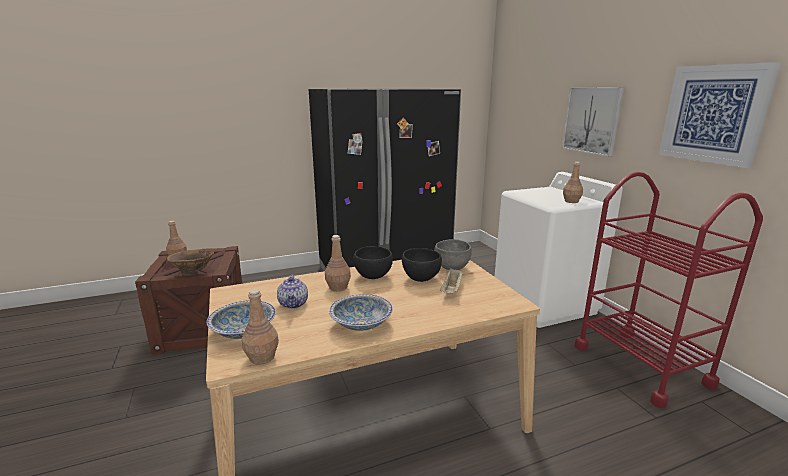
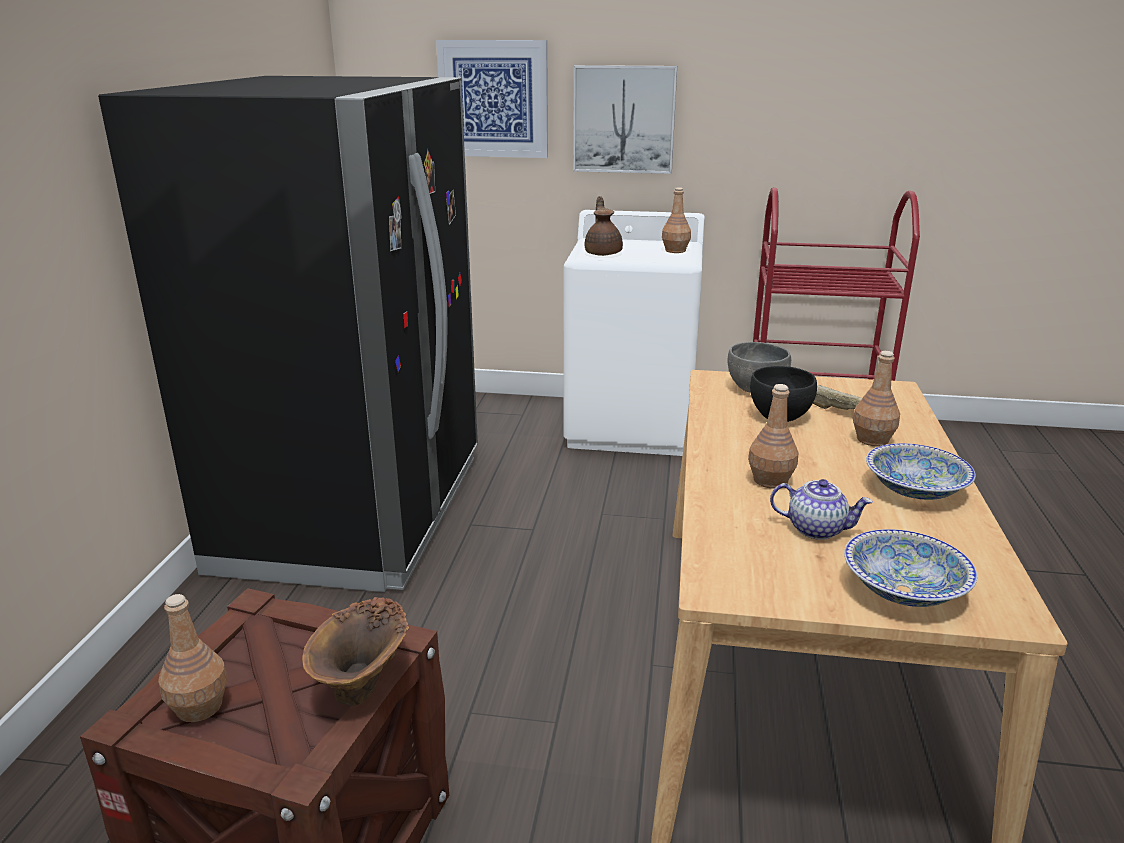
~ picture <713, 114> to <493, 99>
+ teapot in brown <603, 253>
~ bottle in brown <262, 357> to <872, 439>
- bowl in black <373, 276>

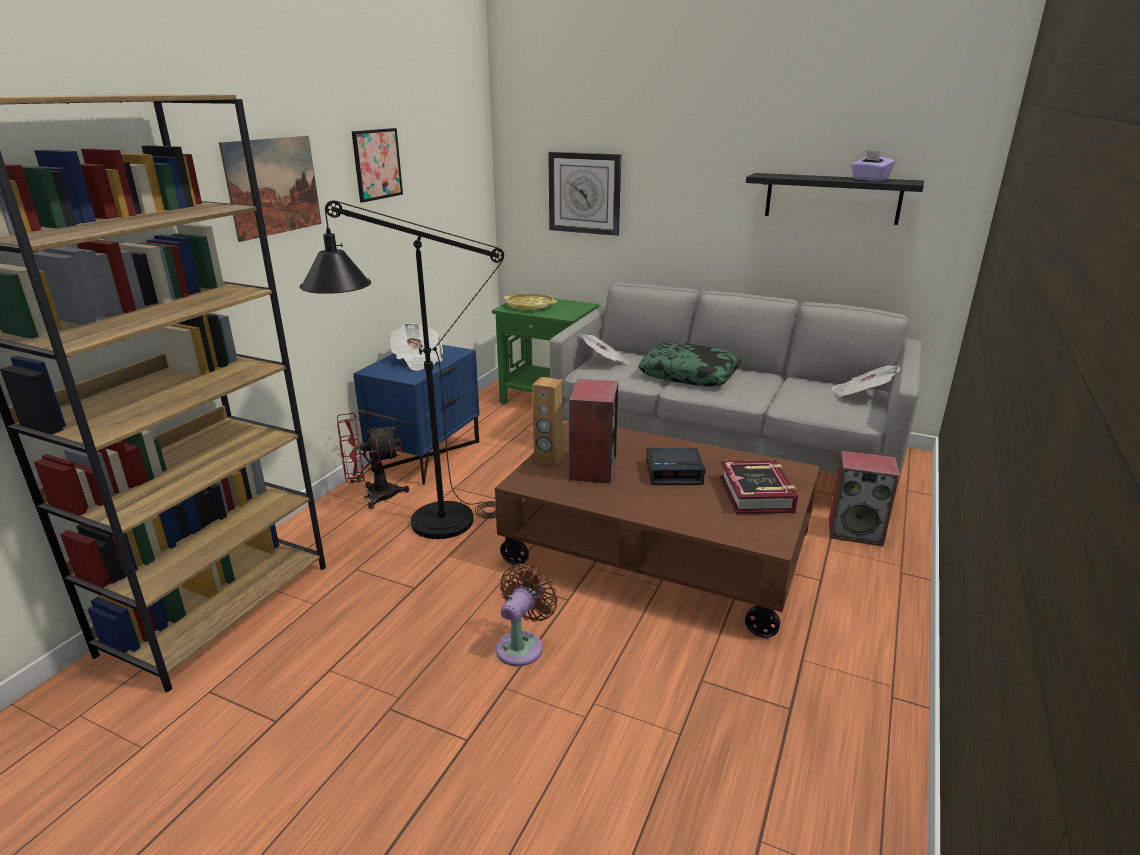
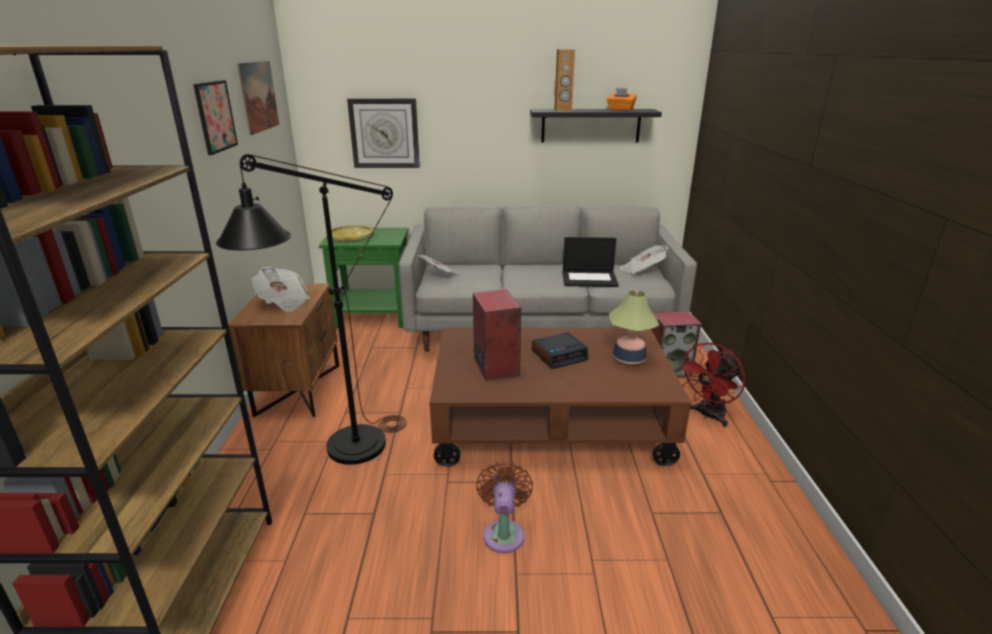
~ nightstand in blue <426, 455> to nightstand in brown <297, 389>
~ picture <273, 186> to <258, 96>
~ speaker in brown <548, 459> to <563, 110>
+ laptop <590, 279>
~ tissue box in purple <869, 179> to tissue box in orange <620, 110>
~ book <756, 494> to table lamp <629, 358>
~ fan in red <373, 496> to <707, 415>
- pillow <689, 374>

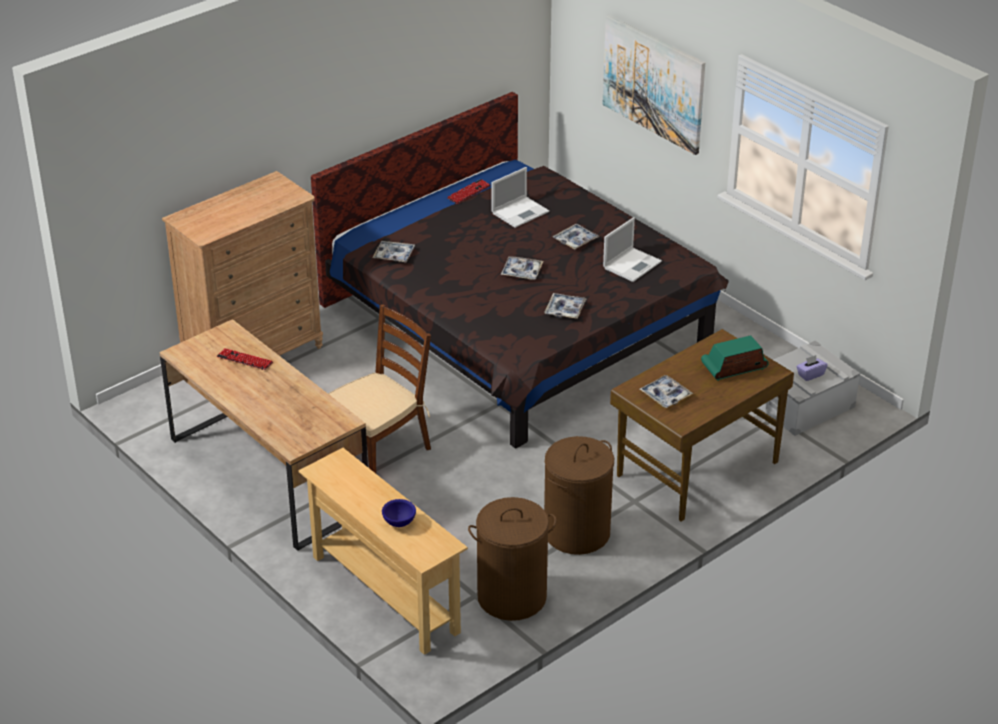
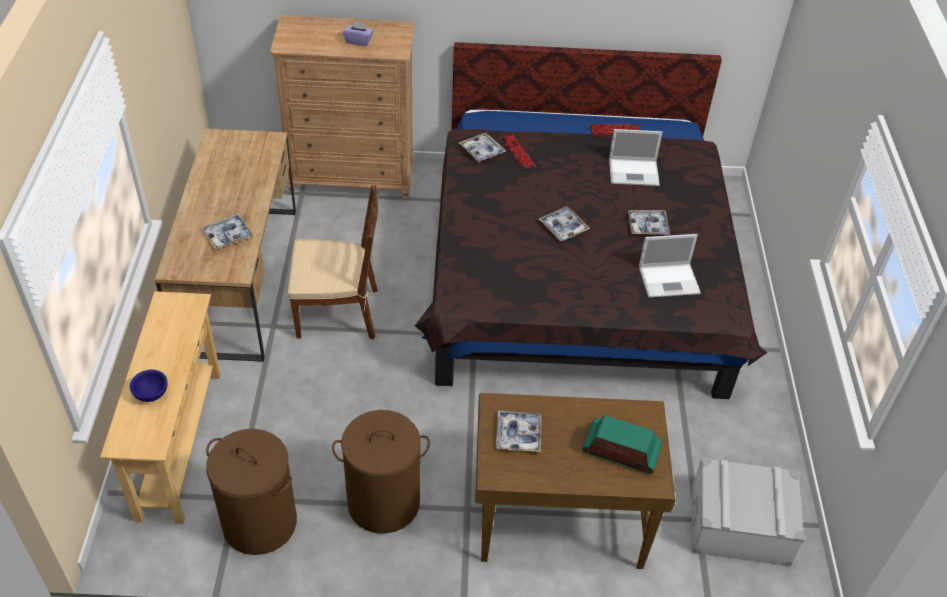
~ tray <565, 310> to <228, 235>
~ tissue box in purple <810, 375> to <358, 41>
~ keyboard <244, 360> to <517, 153>
- picture <653, 83>

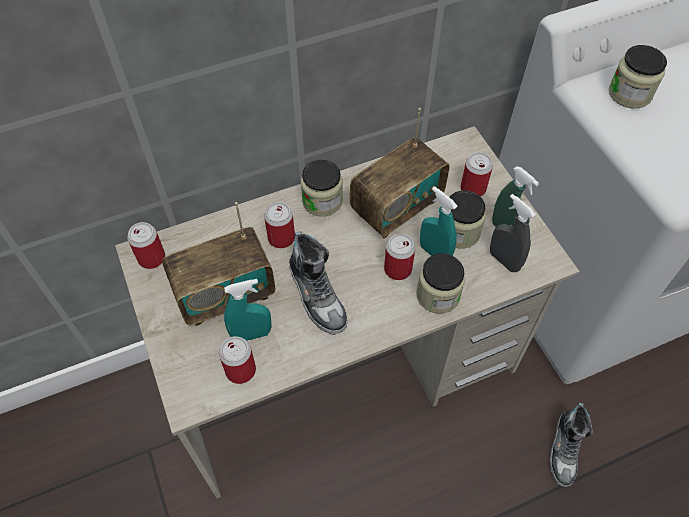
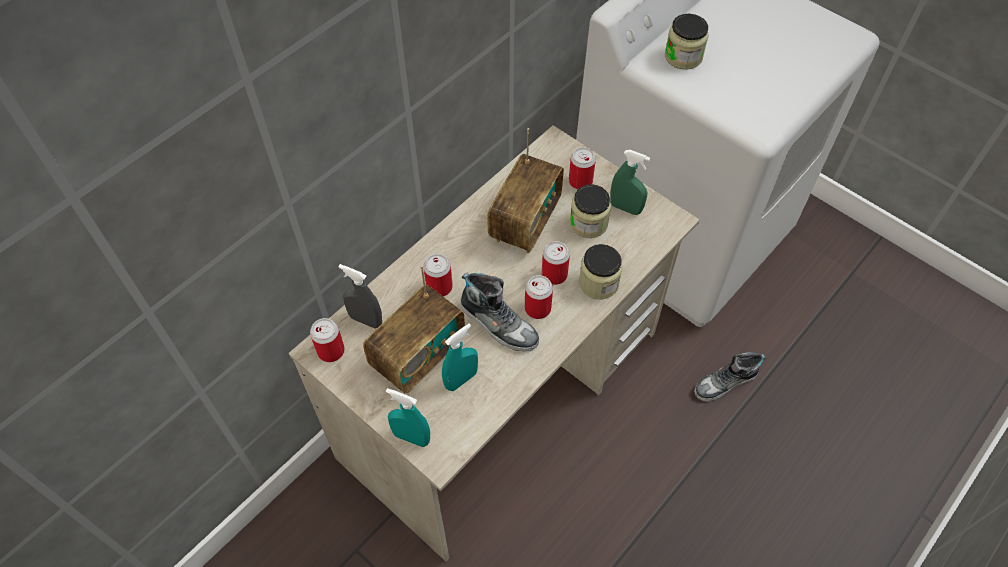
~ spray bottle in grey <504, 260> to <366, 320>
~ spray bottle in turquoise <434, 253> to <411, 437>
~ can <240, 370> to <537, 308>
~ shoe <565, 449> = <725, 383> 75 degrees clockwise
- jar <322, 201>

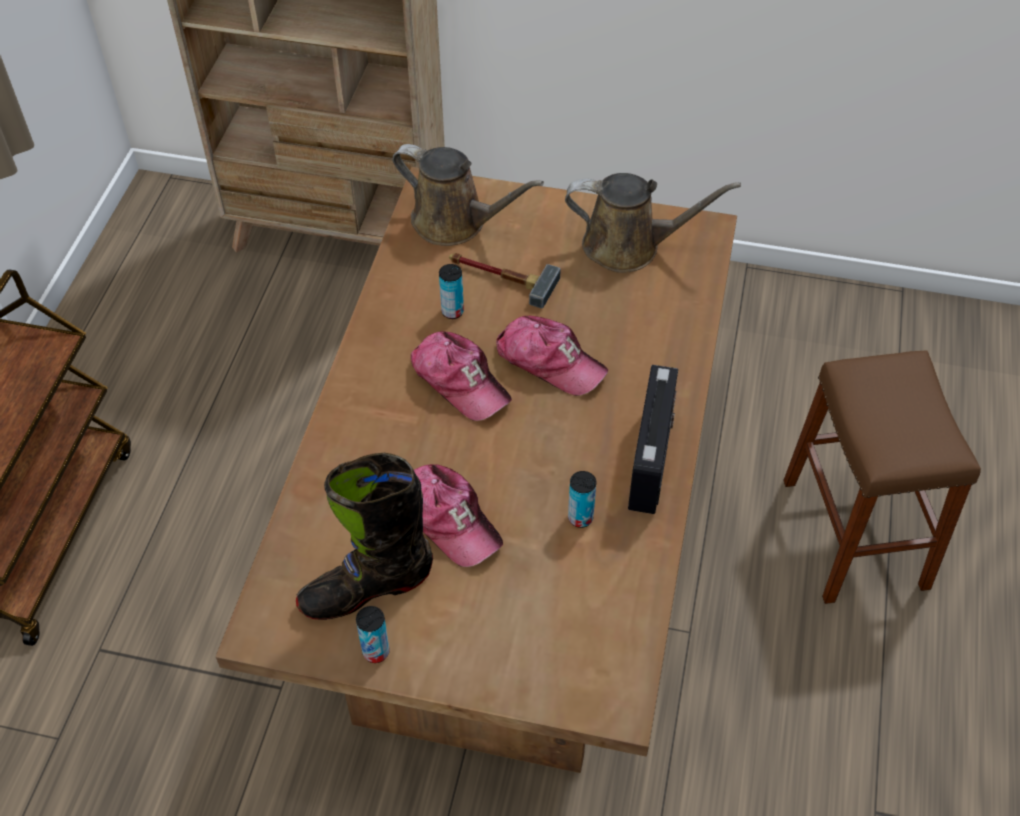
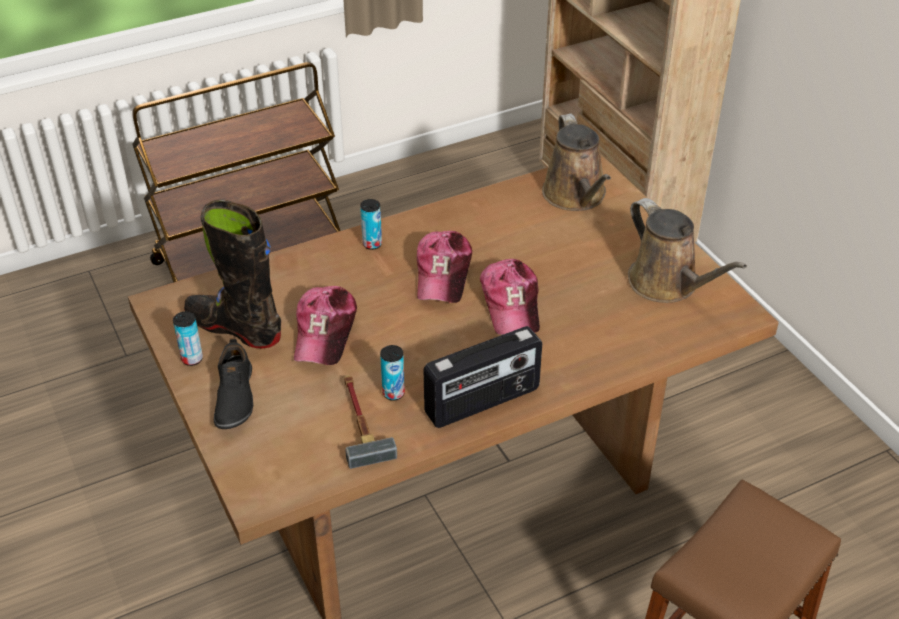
+ shoe in black <234, 397>
~ hammer <500, 277> to <360, 421>
~ can <452, 311> to <372, 244>

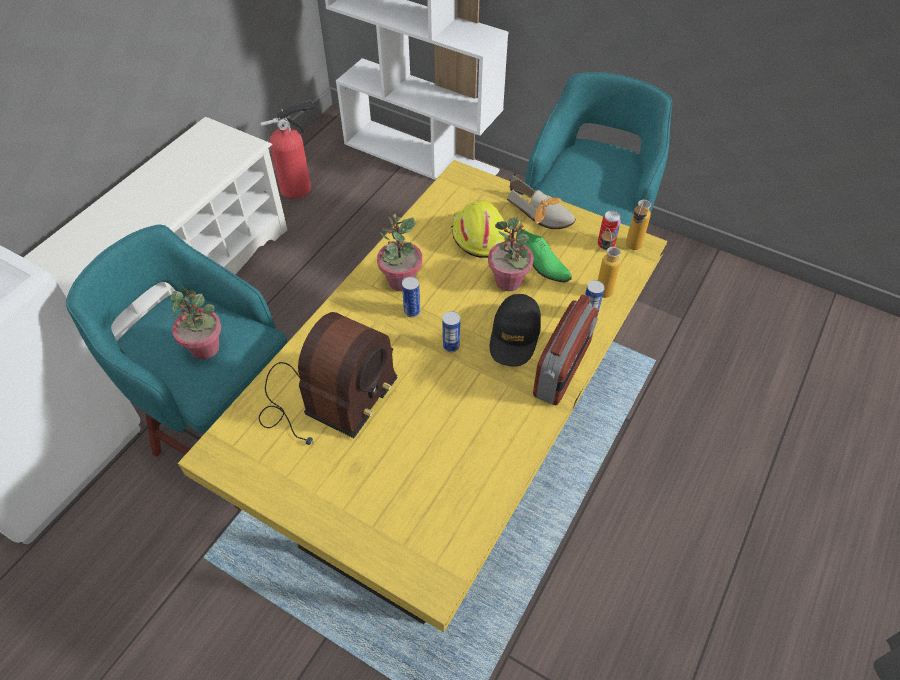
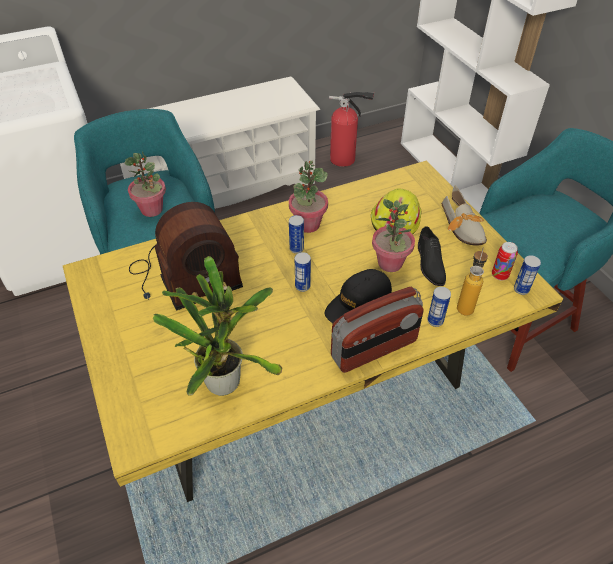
+ potted plant <224, 378>
~ shoe in green <541, 263> to shoe in black <429, 263>
~ bottle <631, 249> to can <521, 289>

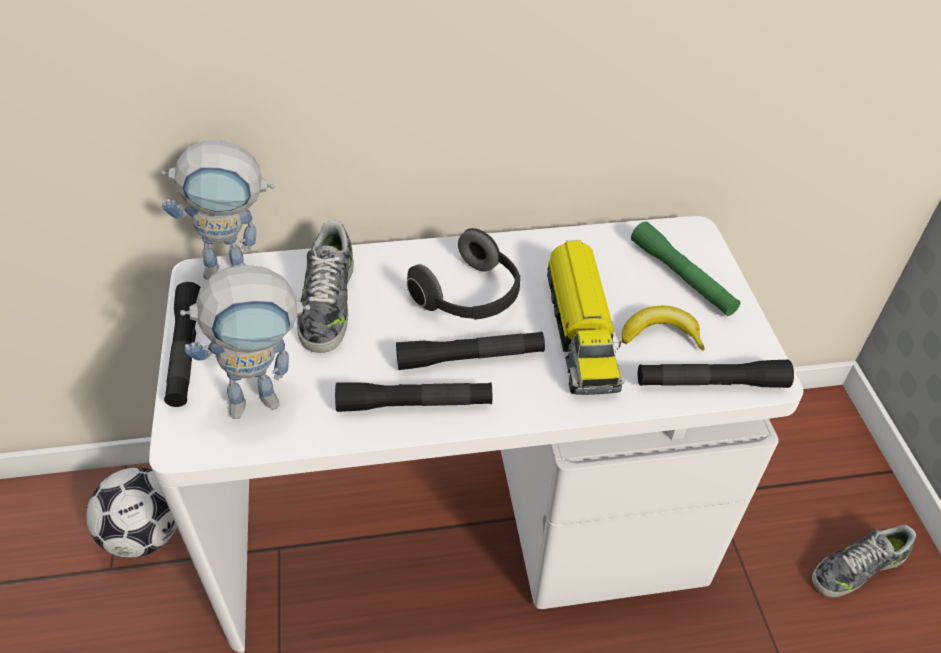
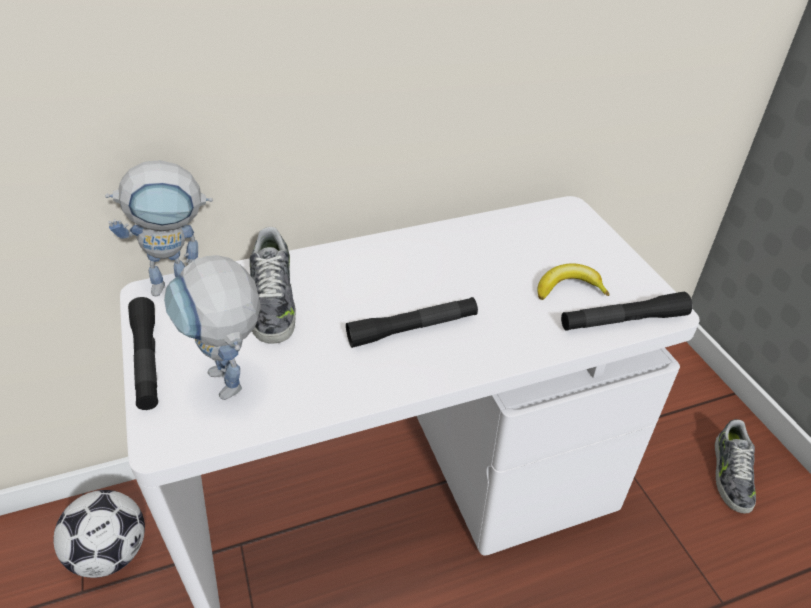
~ toy robot <267, 397> = <234, 389> 90 degrees clockwise
~ shoe <856, 567> = <730, 474> 45 degrees counterclockwise
- flashlight in black <414, 404>
- headphones <470, 297>
- toy truck <580, 331>
- flashlight in green <682, 277>

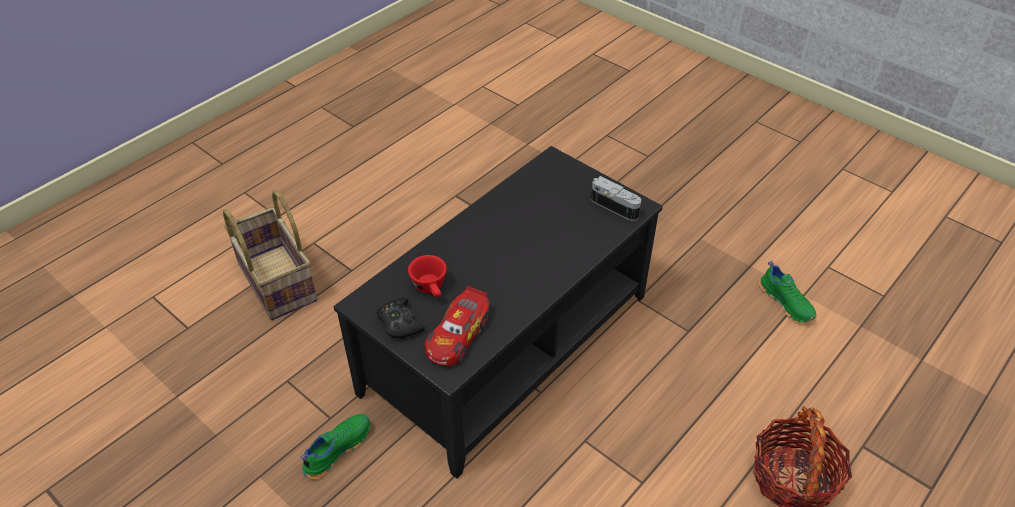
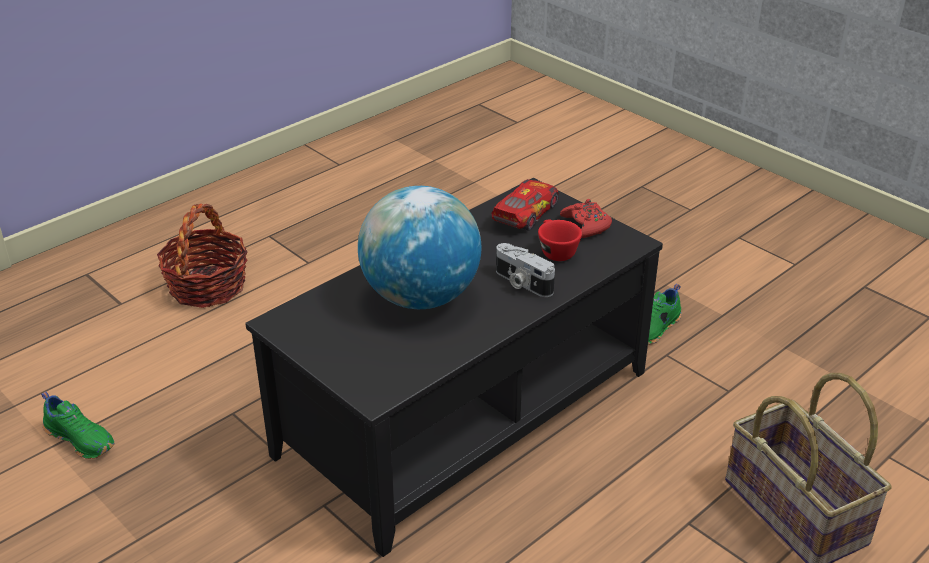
~ shoe in green <787, 302> = <81, 439> 150 degrees clockwise
+ globe <420, 297>
~ photo camera <616, 206> to <521, 283>
~ game controller in black <399, 323> to game controller in red <586, 225>

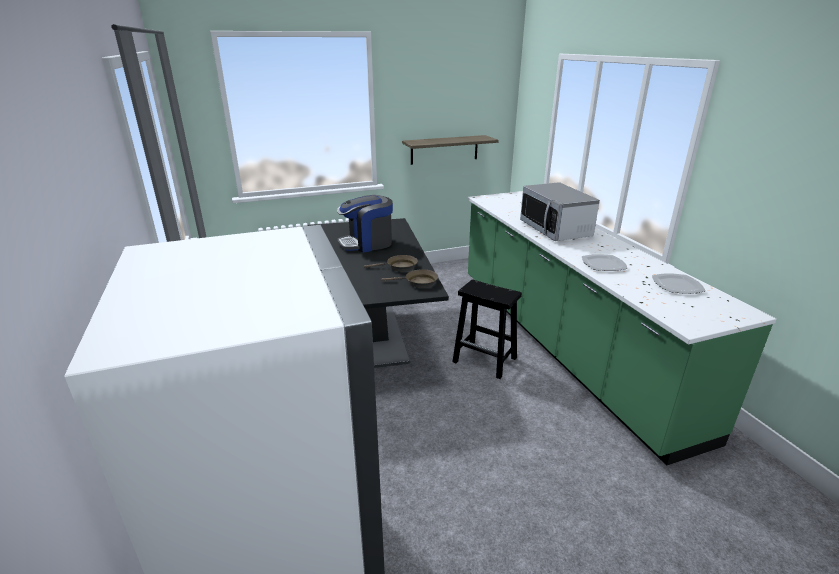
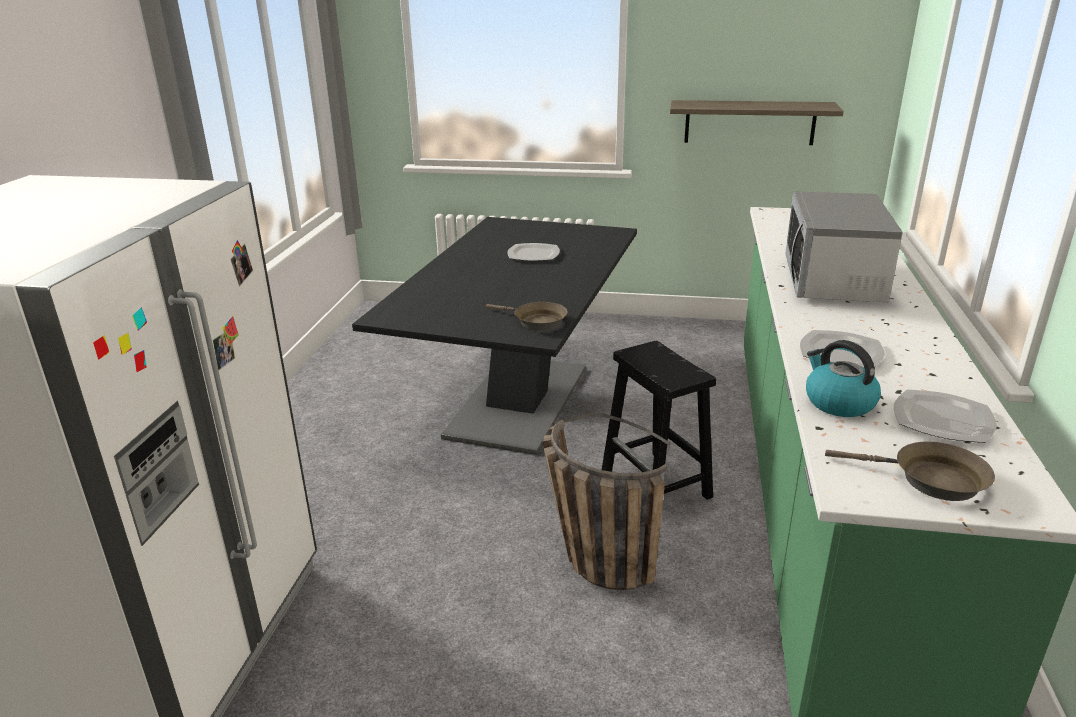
~ coffee machine <367, 243> to plate <534, 255>
+ basket <592, 558>
+ kettle <838, 402>
~ frying pan in brown <399, 267> to <930, 479>

